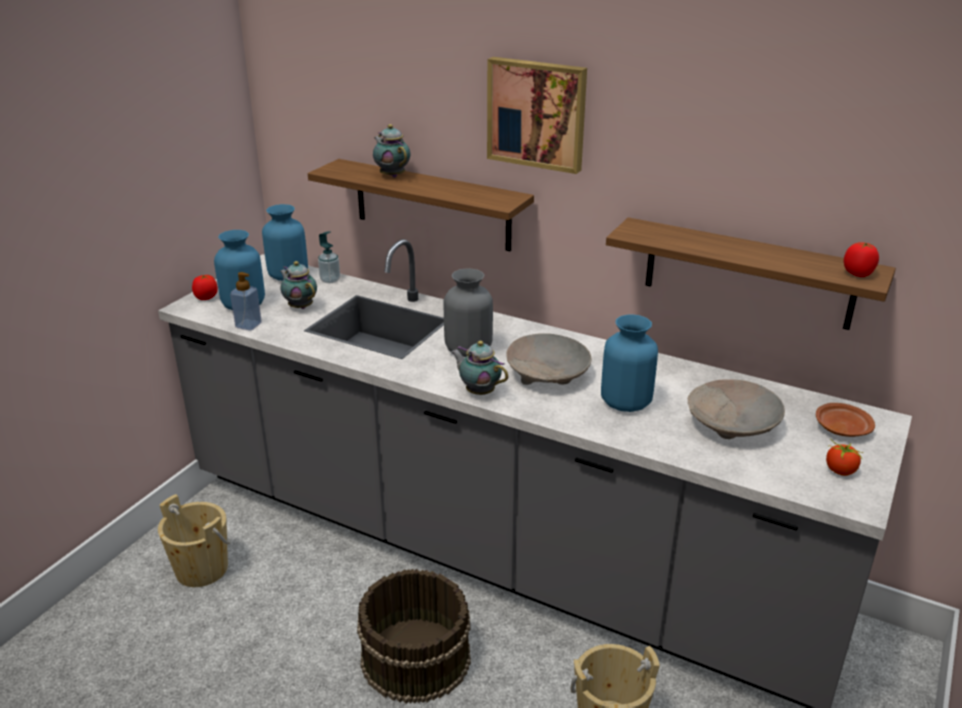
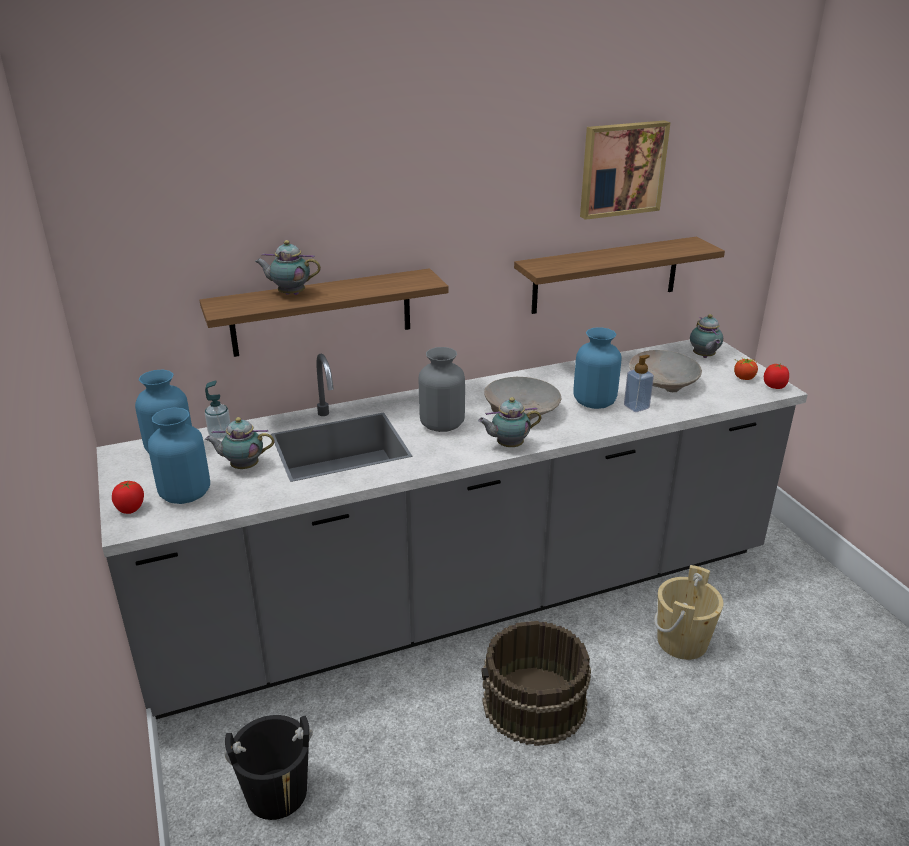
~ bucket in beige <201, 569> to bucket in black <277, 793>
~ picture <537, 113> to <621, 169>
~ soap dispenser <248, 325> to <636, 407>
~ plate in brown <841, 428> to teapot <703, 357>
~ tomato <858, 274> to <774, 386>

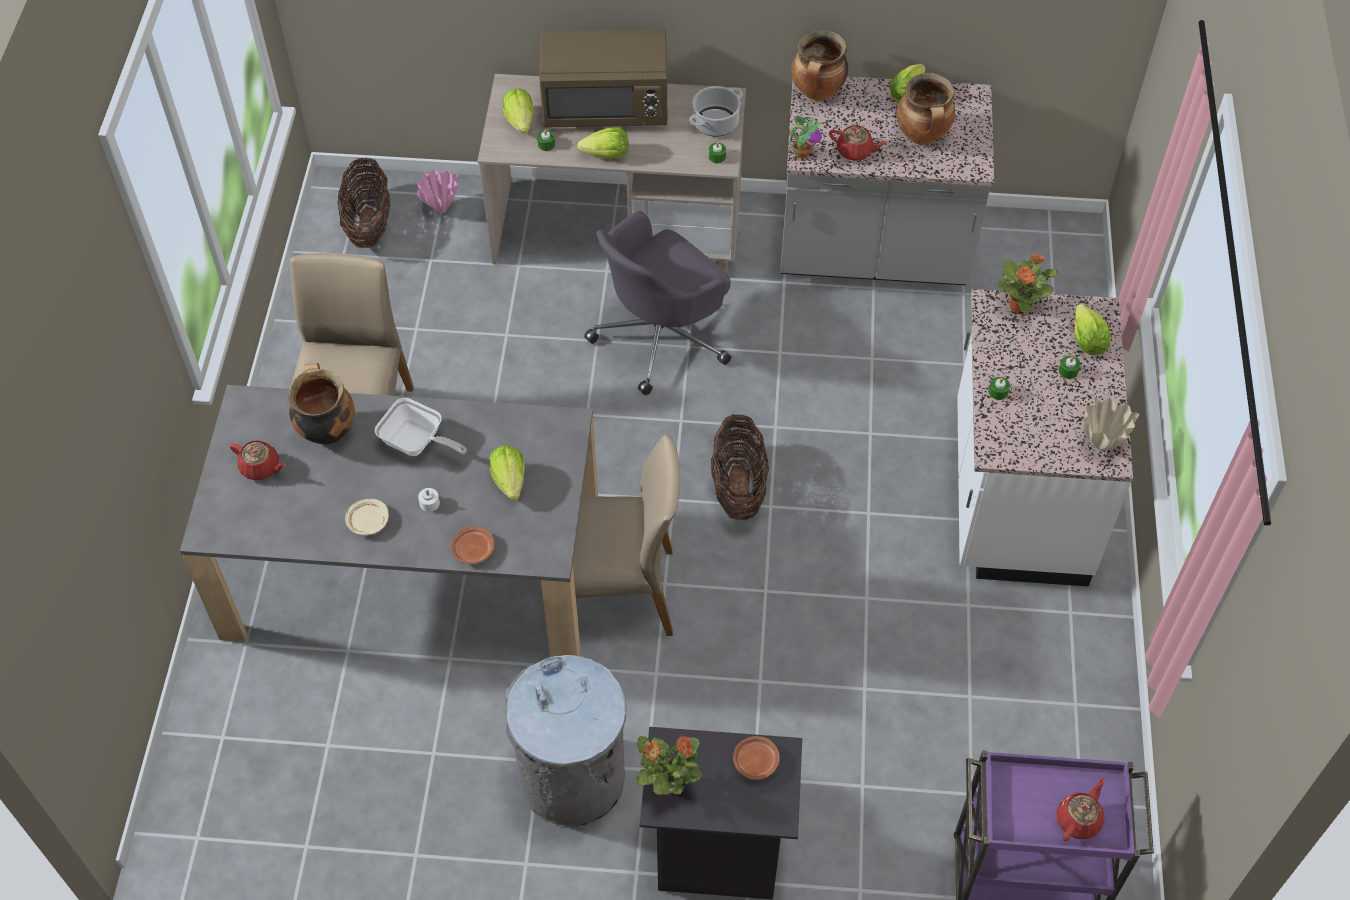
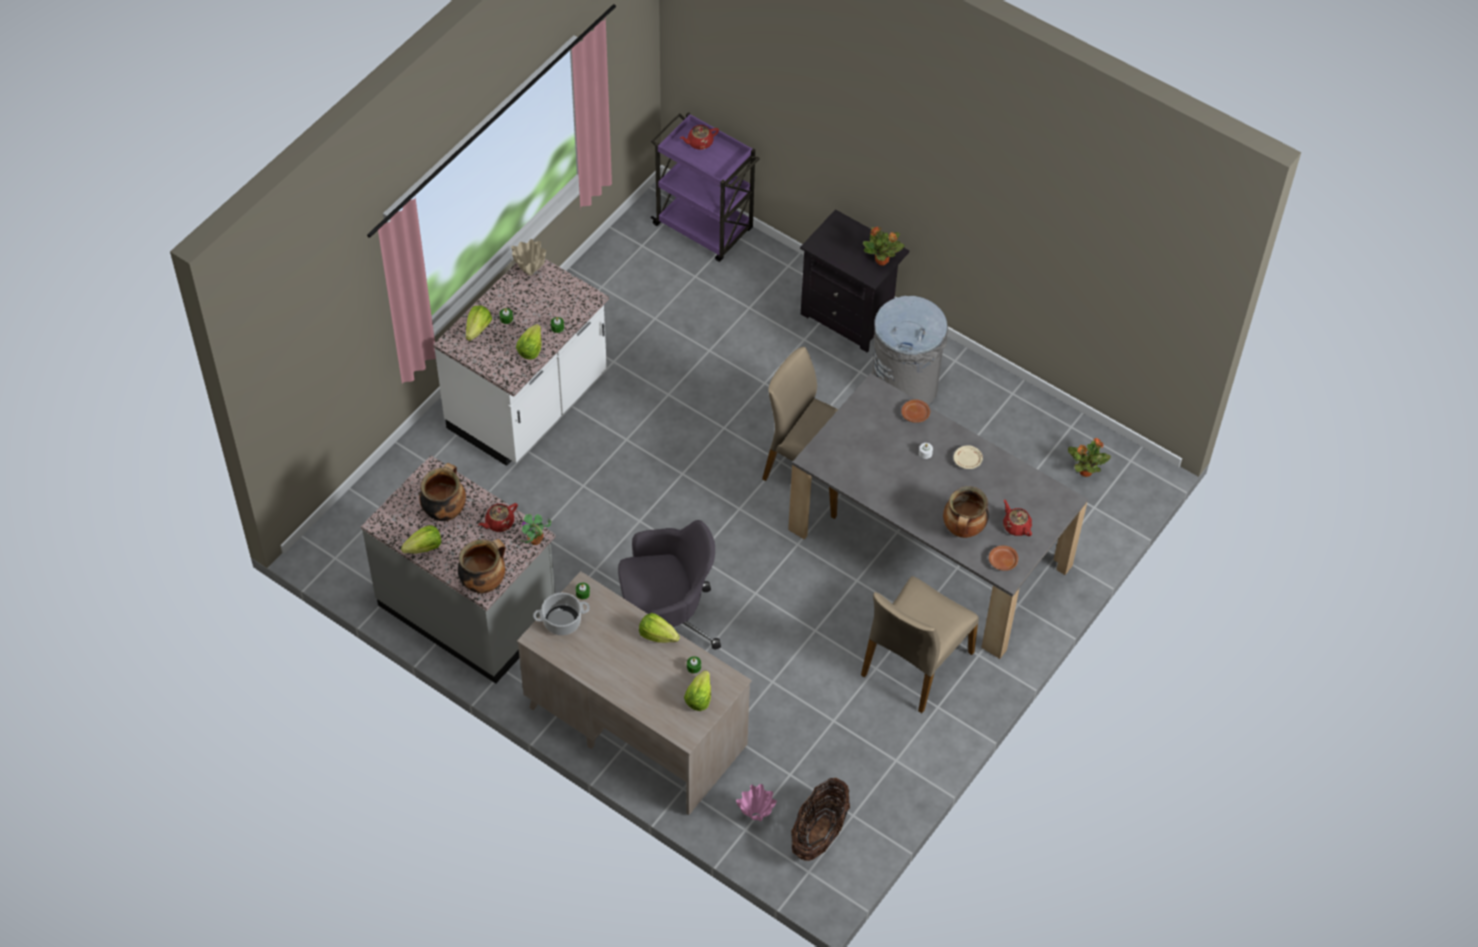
~ teapot in red <855, 151> = <499, 523> 90 degrees counterclockwise
~ lettuce <510, 481> to <530, 349>
~ plate in brown <756, 761> to <1002, 561>
~ potted plant <1020, 306> to <1085, 471>
- frying pan <417, 443>
- microwave in brown <606, 106>
- basket <738, 487>

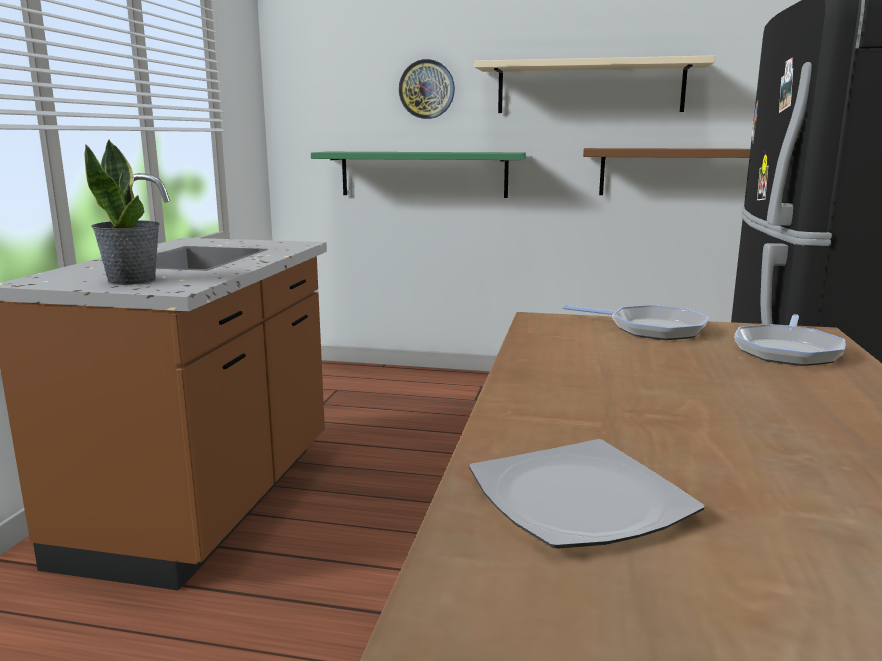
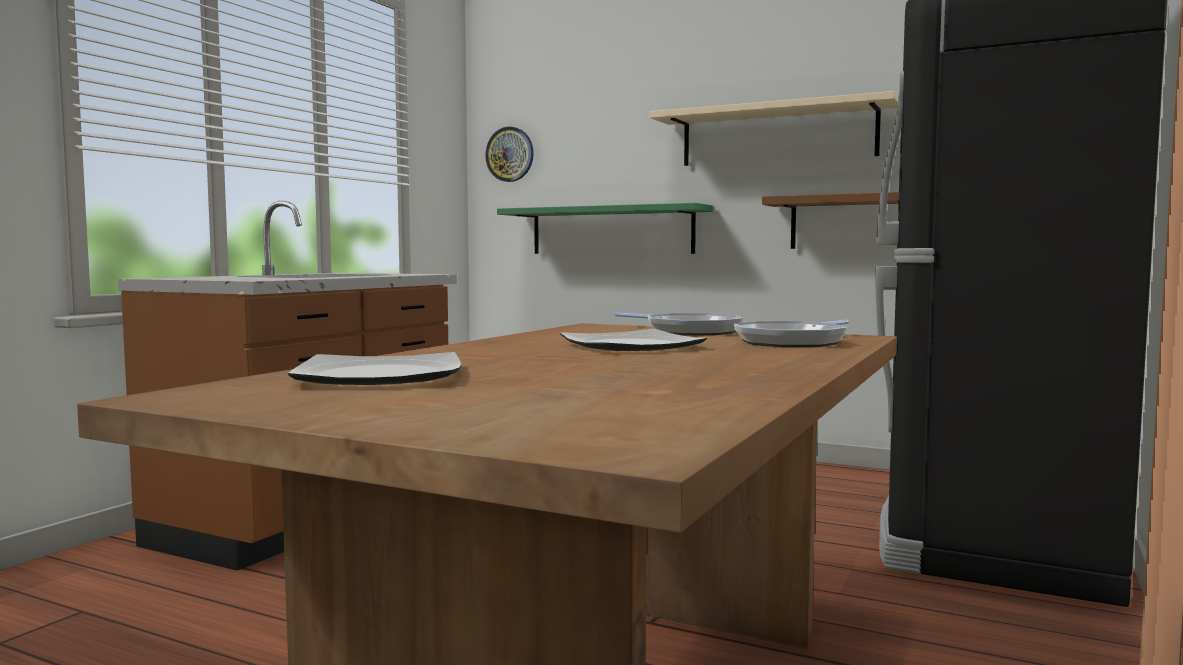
~ wall clock <427, 89> to <510, 154>
+ plate <632, 346>
- potted plant <132, 280>

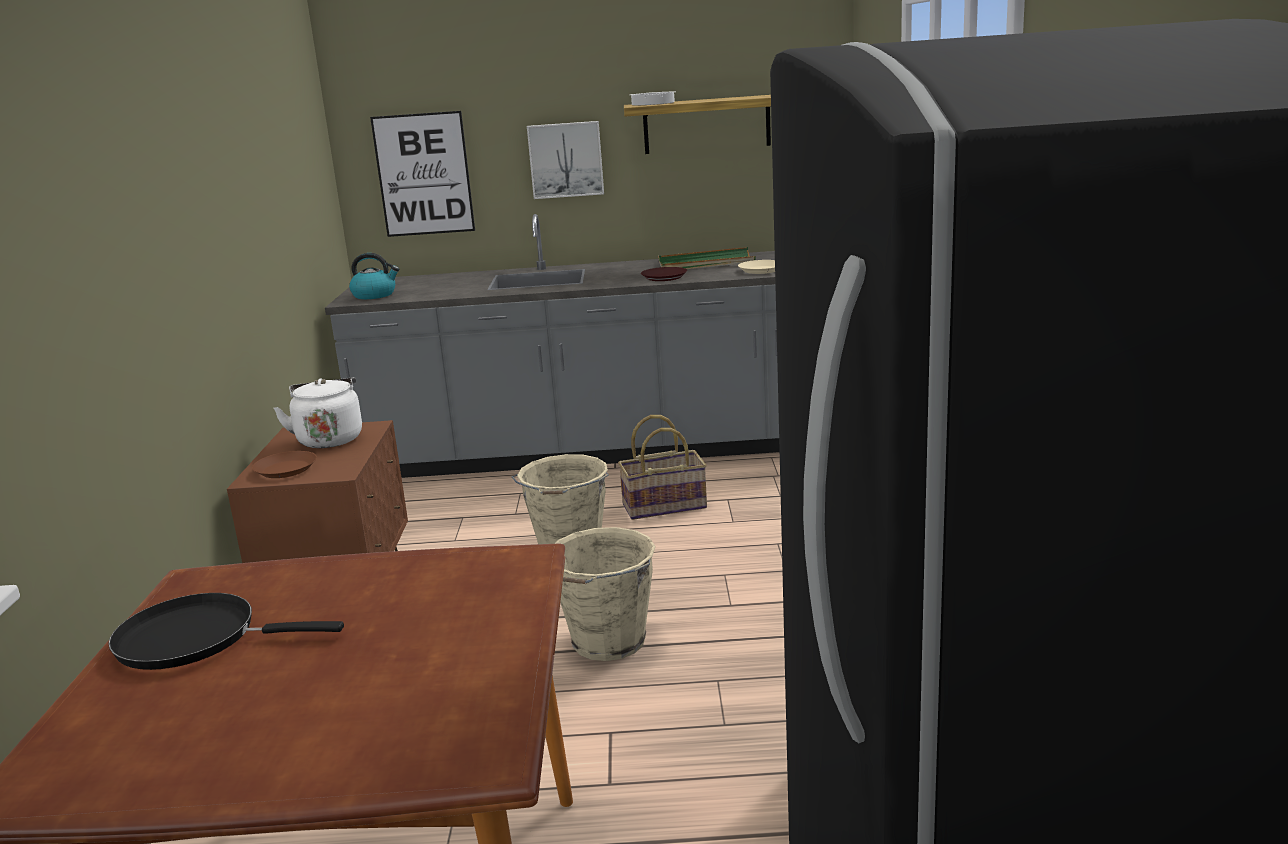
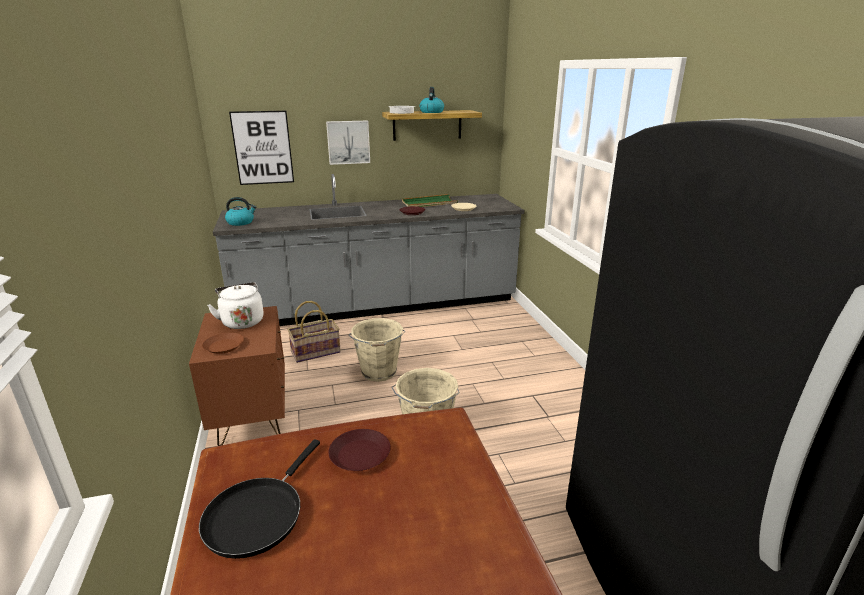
~ frying pan in black <196, 639> = <258, 515> 60 degrees counterclockwise
~ basket <664, 505> to <315, 351>
+ plate in brown <360, 455>
+ kettle <431, 112>

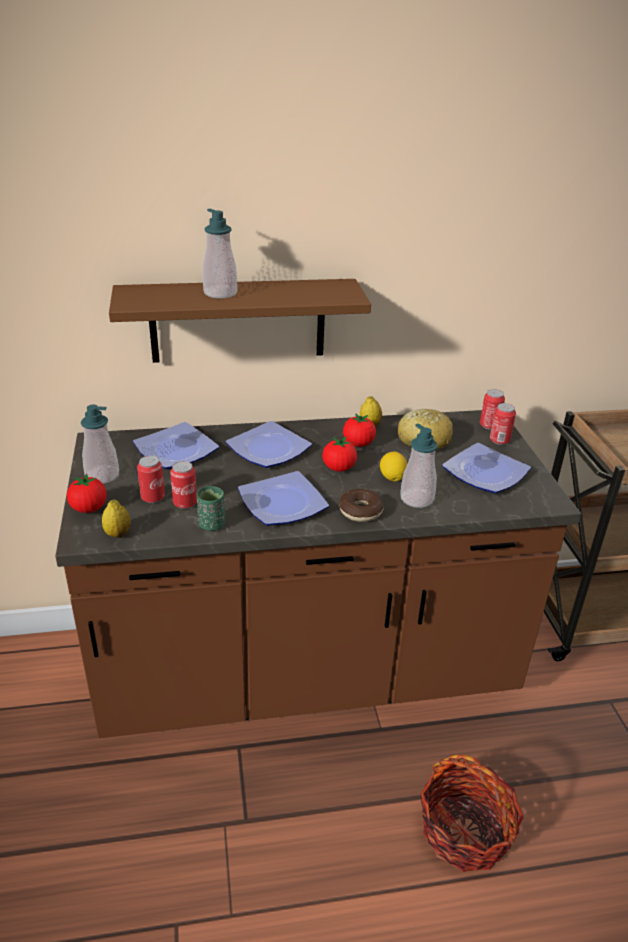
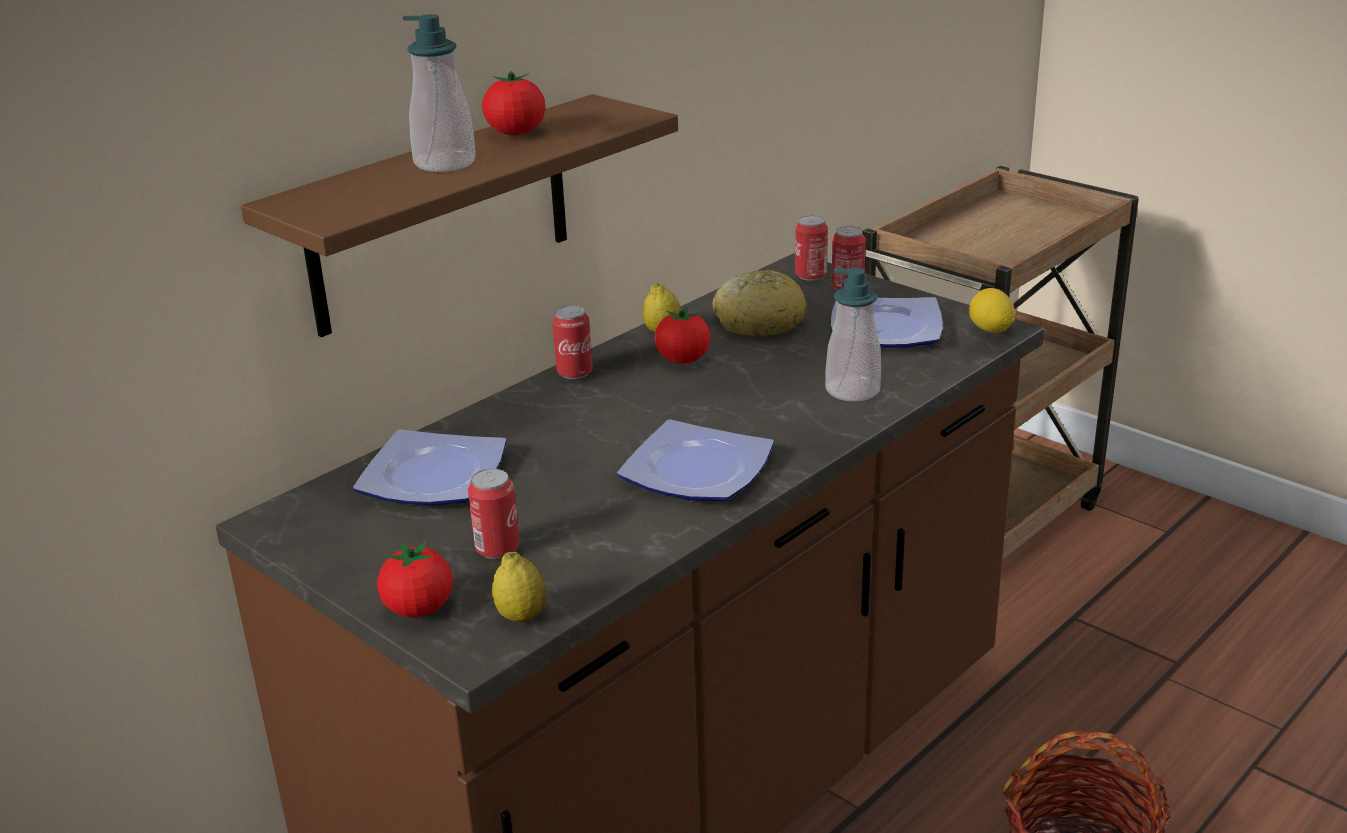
~ tomato <339, 468> to <516, 133>
~ can <185, 503> to <574, 372>
~ lemon <392, 478> to <990, 330>
- soap dispenser <102, 475>
- cup in green <211, 524>
- plate <267, 449>
- donut <360, 511>

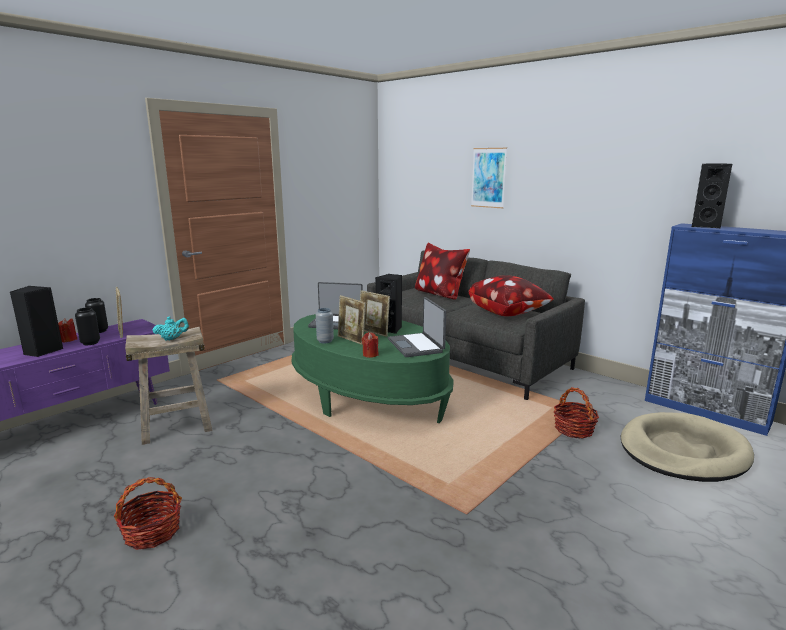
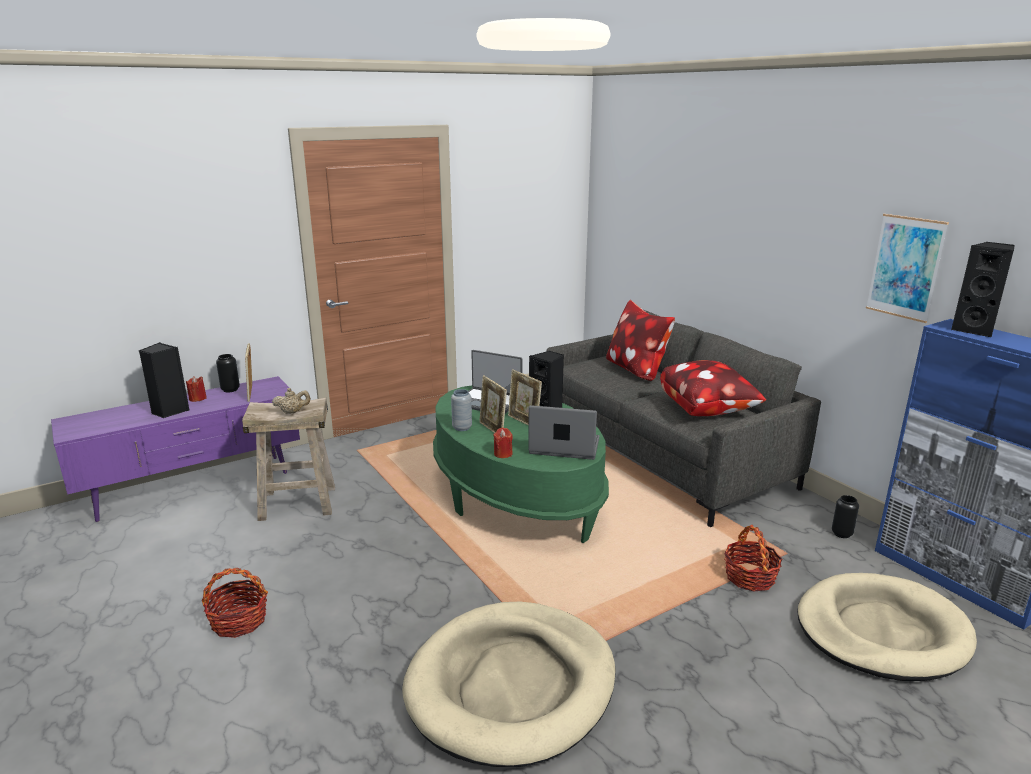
~ teapot in turquoise <172, 339> to teapot in beige <292, 412>
+ dog bed in beige <512, 685>
~ laptop <416, 346> = <564, 447> 105 degrees clockwise
~ vase in black <90, 343> to <841, 534>
~ picture <488, 178> to <905, 267>

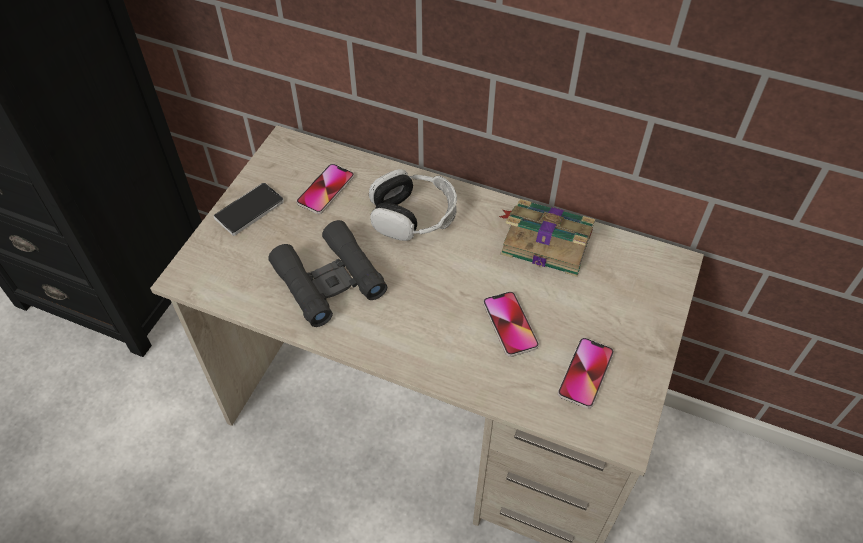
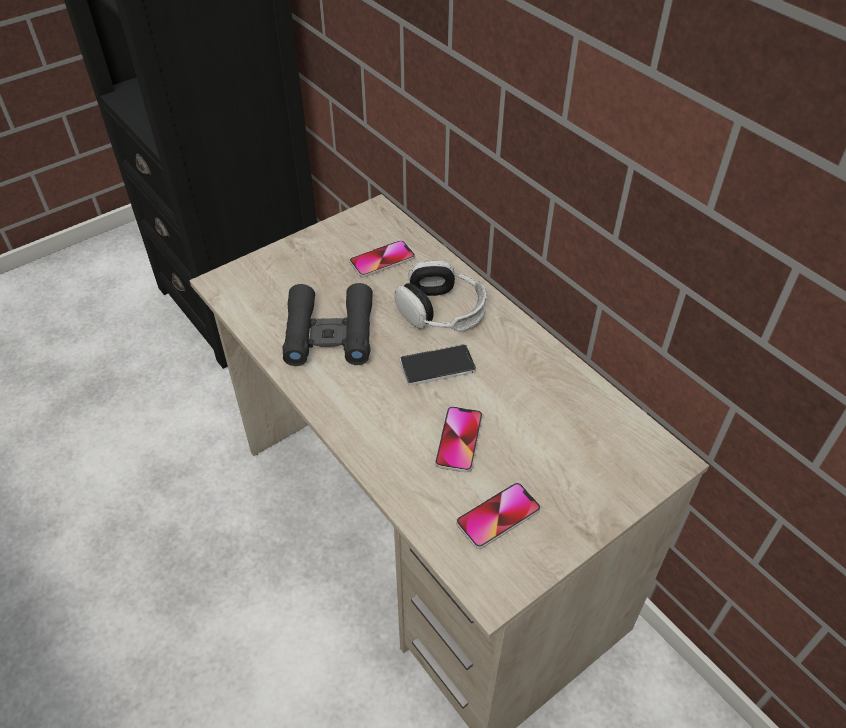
~ phone <249, 210> to <437, 366>
- book <544, 240>

